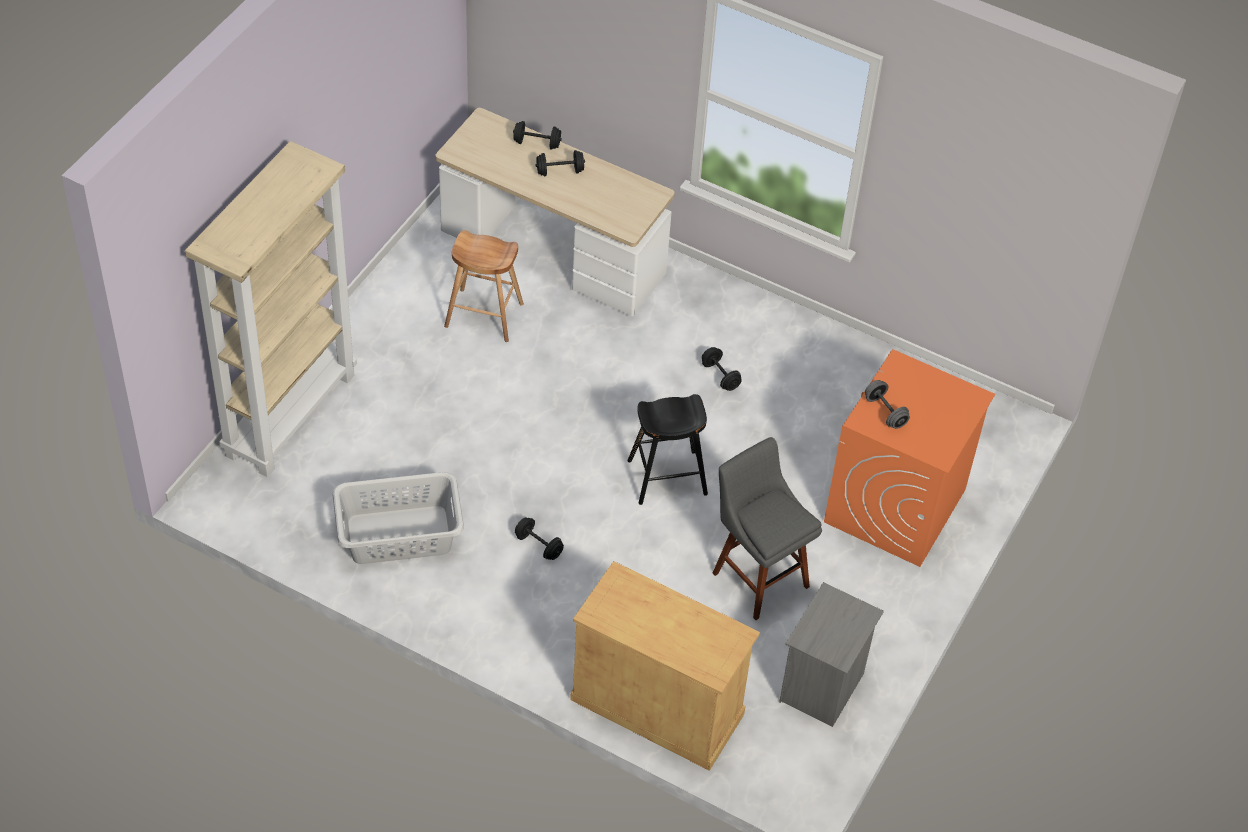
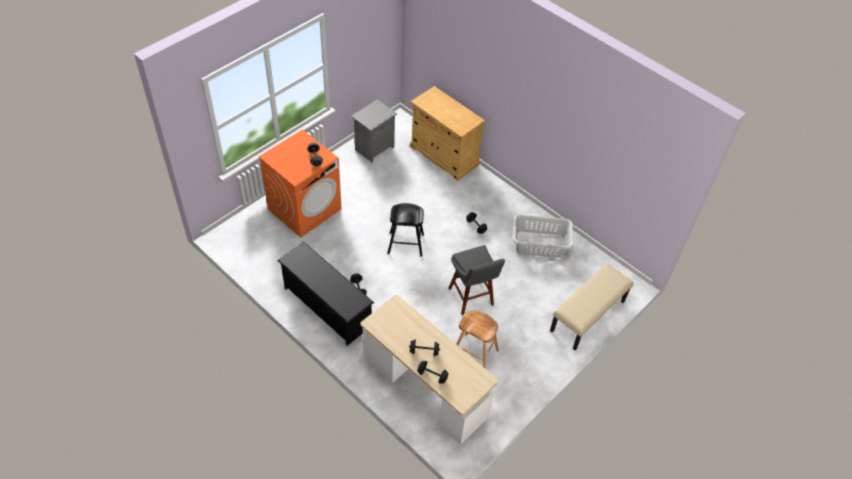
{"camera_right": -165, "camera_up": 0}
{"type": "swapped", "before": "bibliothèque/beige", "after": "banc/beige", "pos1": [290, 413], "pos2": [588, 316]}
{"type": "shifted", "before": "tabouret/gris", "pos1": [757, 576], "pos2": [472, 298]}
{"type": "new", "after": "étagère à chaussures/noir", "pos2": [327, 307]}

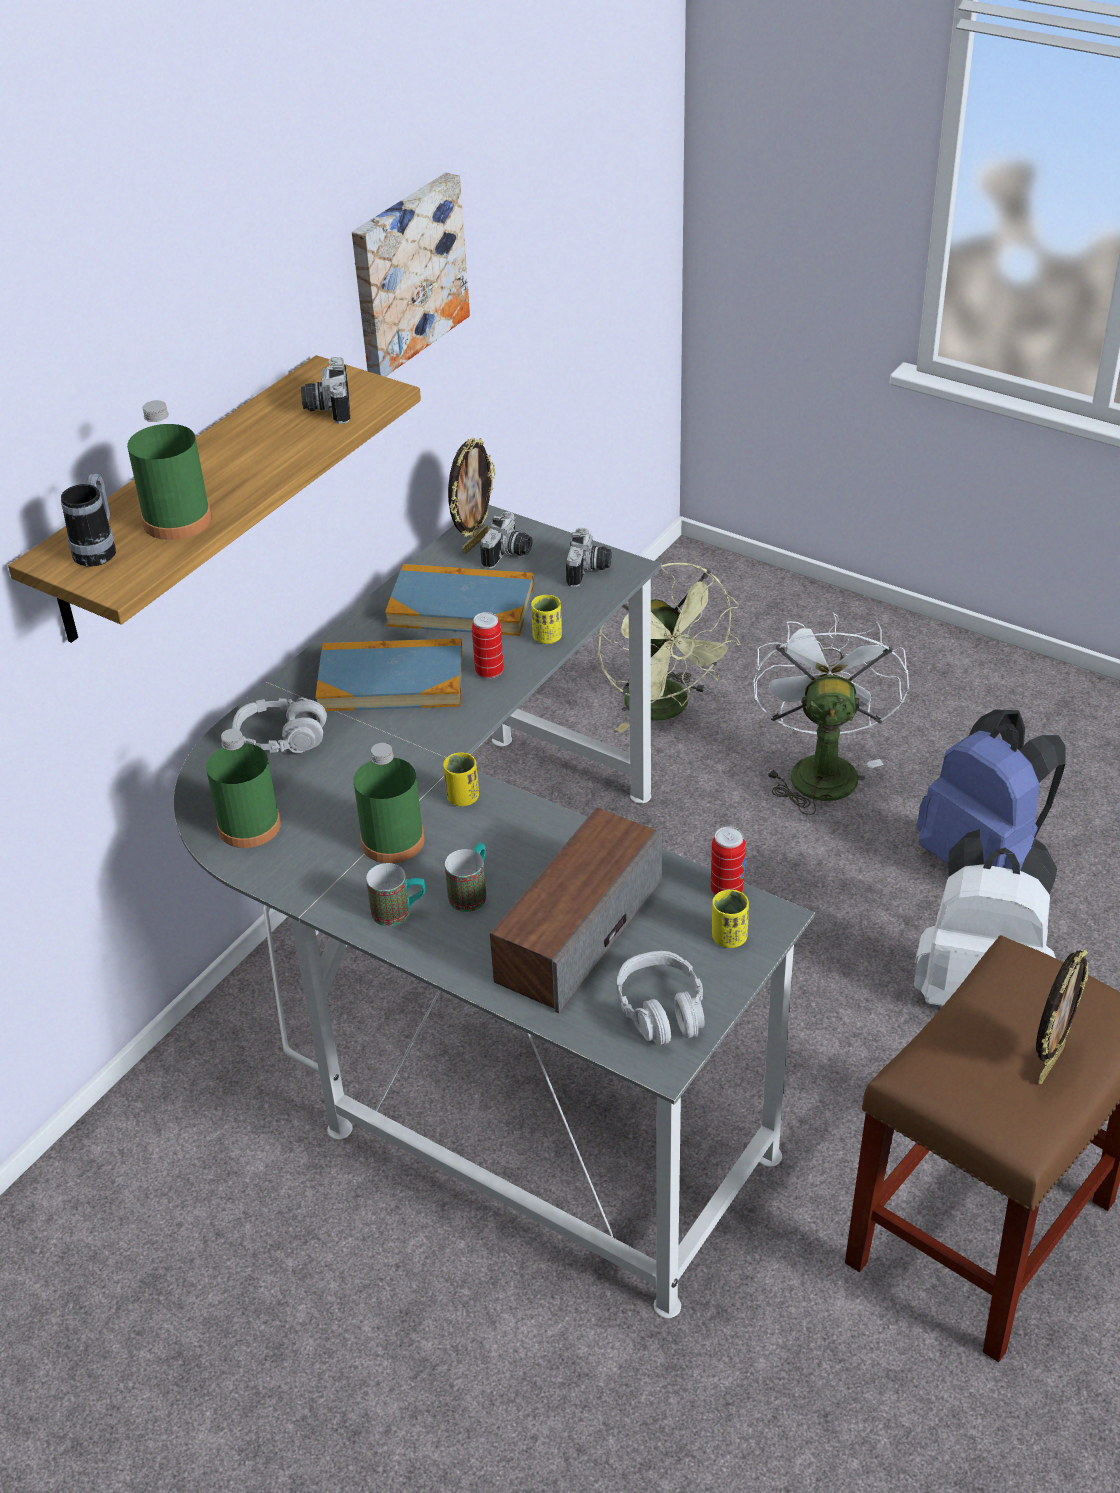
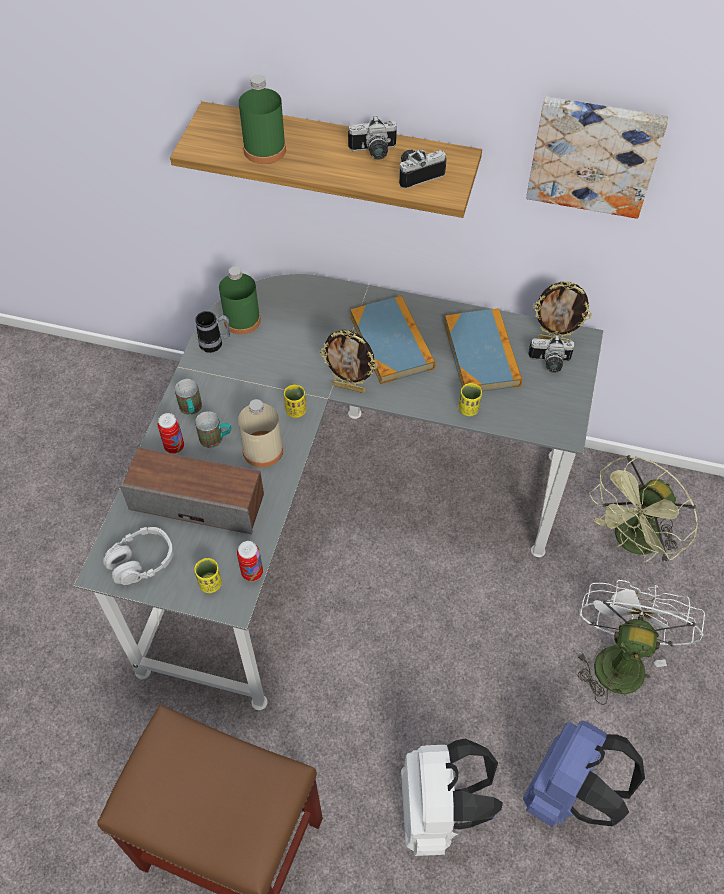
{"camera_right": 70, "camera_up": 15}
{"type": "shifted", "before": "mug", "pos1": [99, 550], "pos2": [215, 344]}
{"type": "shifted", "before": "appareil photo", "pos1": [590, 570], "pos2": [373, 152]}
{"type": "shifted", "before": "boîte métallique", "pos1": [489, 672], "pos2": [174, 447]}
{"type": "rotated", "before": "ventilateur/blanc", "pos1": [820, 768], "pos2": [618, 657], "turn": -60}
{"type": "gone", "before": "casque audio/gris", "pos1": [281, 738]}
{"type": "gone", "before": "bouteille/vert", "pos1": [392, 841]}
{"type": "shifted", "before": "cadre photo", "pos1": [1049, 1063], "pos2": [349, 387]}
{"type": "new", "after": "bouteille/beige", "pos2": [263, 450]}

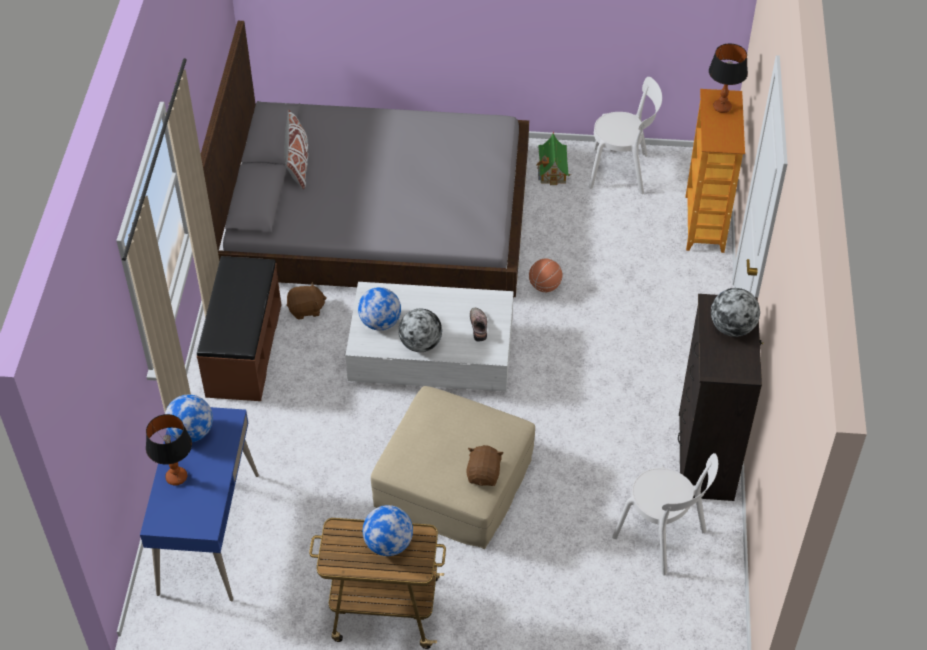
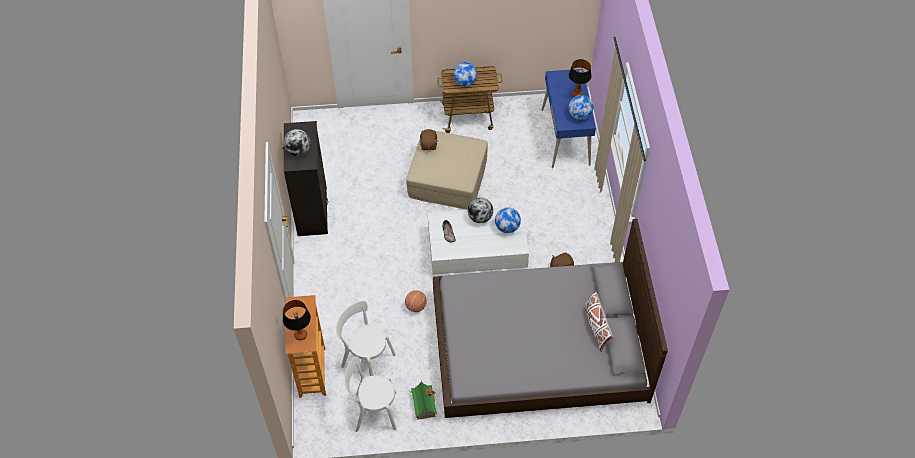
{"camera_right": 170, "camera_up": 5}
{"type": "gone", "before": "banc/marron", "pos1": [243, 350]}
{"type": "shifted", "before": "chaise/blanc", "pos1": [662, 537], "pos2": [366, 359]}

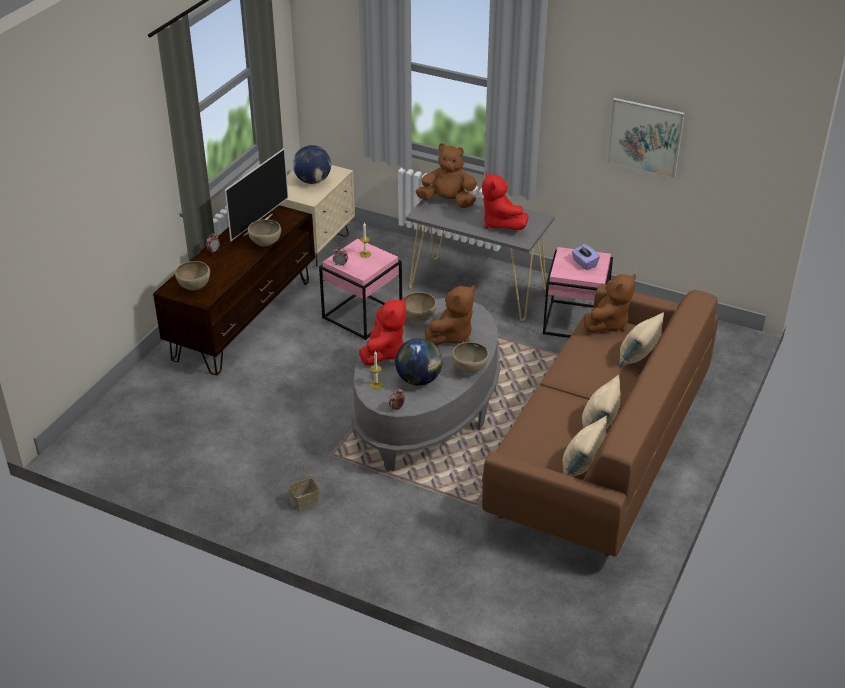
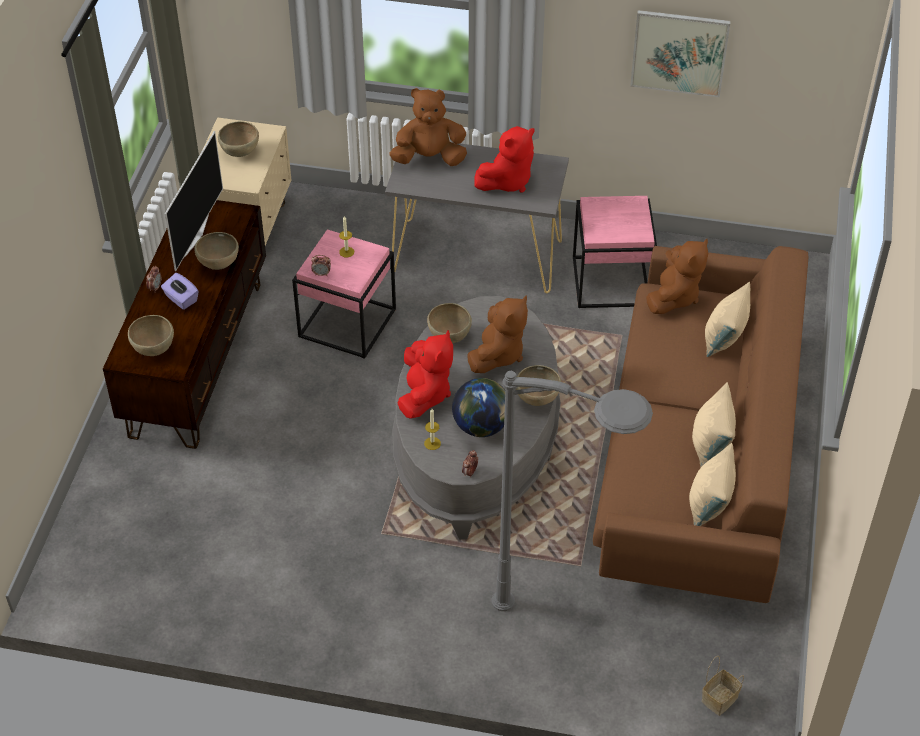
{"camera_right": -15, "camera_up": 10}
{"type": "swapped", "before": "globe", "after": "bol/marron", "pos1": [313, 181], "pos2": [240, 152]}
{"type": "rotated", "before": "peluche/rouge", "pos1": [500, 224], "pos2": [507, 181], "turn": -90}
{"type": "shifted", "before": "boîte à mouchoirs/violet", "pos1": [584, 263], "pos2": [181, 299]}
{"type": "shifted", "before": "panier", "pos1": [304, 502], "pos2": [719, 700]}
{"type": "new", "after": "lampadaire/gris", "pos2": [570, 630]}

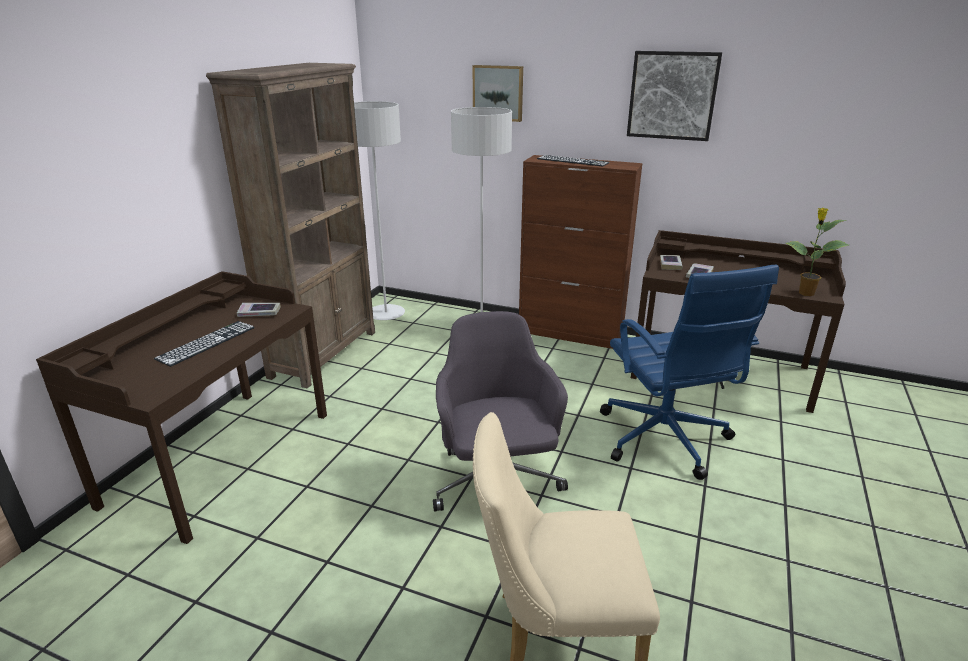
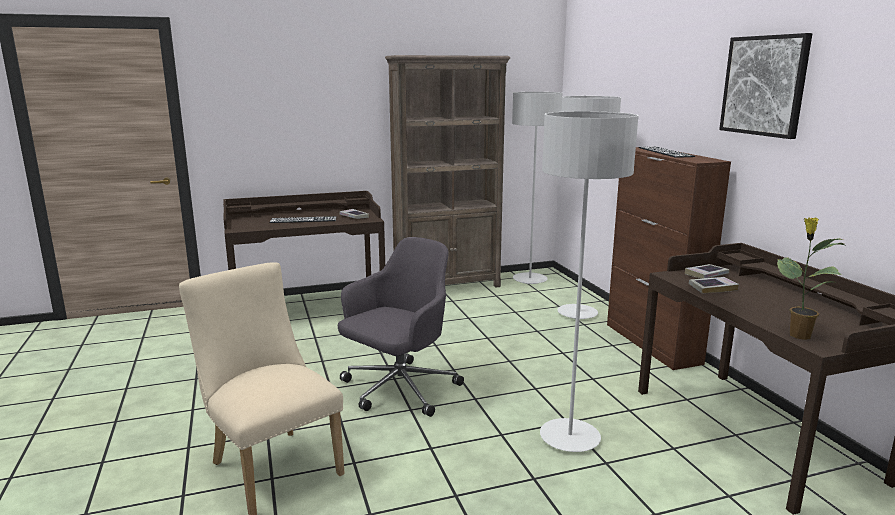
{"camera_right": 50, "camera_up": -10}
{"type": "gone", "before": "tableau", "pos1": [498, 93]}
{"type": "swapped", "before": "chaise de bureau/bleu", "after": "lampadaire/gris", "pos1": [664, 440], "pos2": [569, 438]}

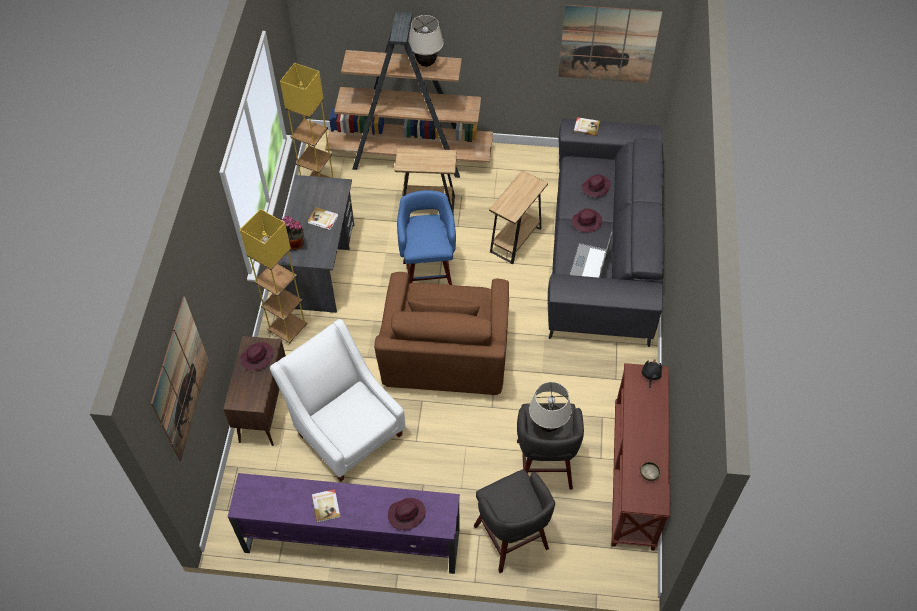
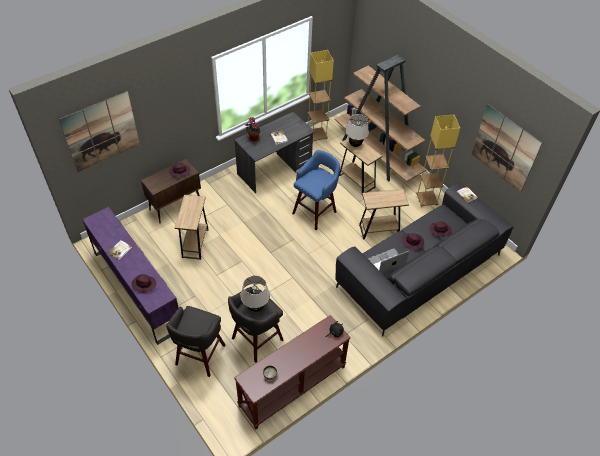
{"camera_right": 45, "camera_up": -5}
{"type": "shifted", "before": "lampe de table/beige", "pos1": [426, 63], "pos2": [355, 144]}
{"type": "shifted", "before": "lampadaire/jaune", "pos1": [288, 329], "pos2": [426, 200]}
{"type": "gone", "before": "fauteuil/marron", "pos1": [445, 355]}
{"type": "swapped", "before": "fauteuil/blanc", "after": "table d'appoint/marron", "pos1": [346, 429], "pos2": [195, 243]}

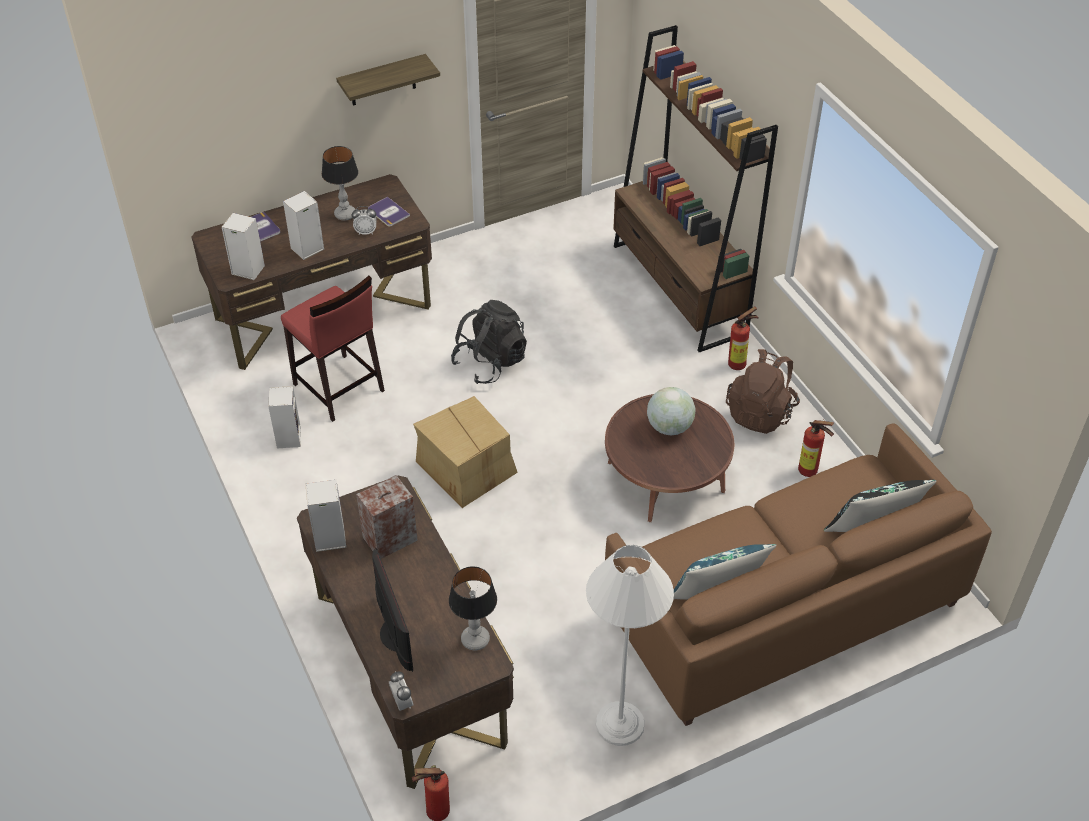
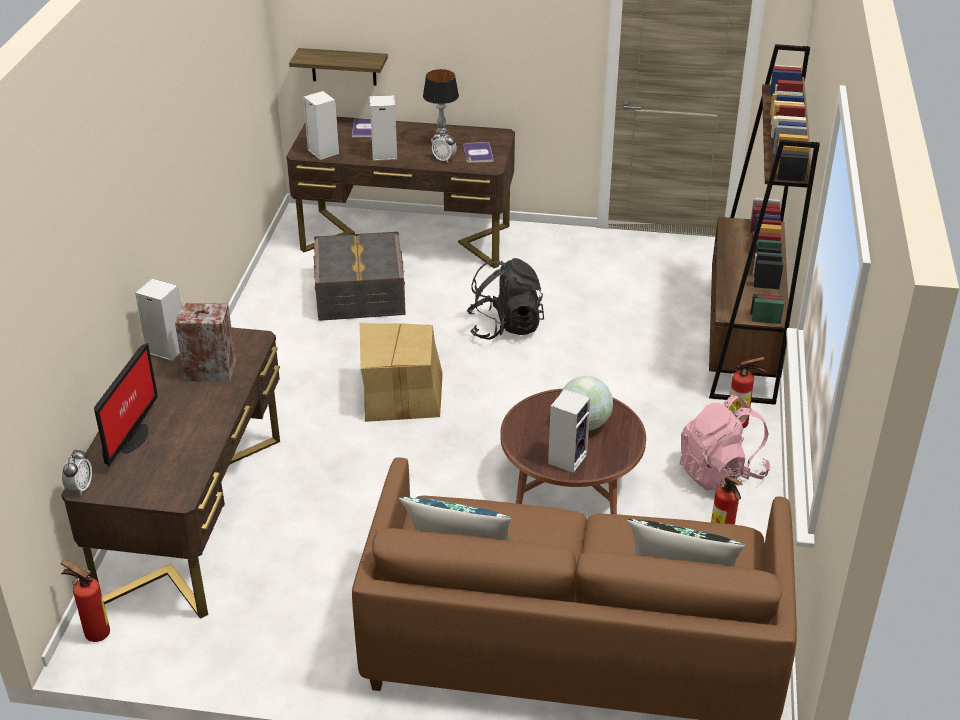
{"camera_right": 35, "camera_up": -10}
{"type": "shifted", "before": "étagère", "pos1": [382, 80], "pos2": [343, 66]}
{"type": "swapped", "before": "tabouret/rouge", "after": "boîte de rangement/gris", "pos1": [338, 388], "pos2": [360, 294]}
{"type": "repainted", "before": "sac à dos/marron", "after": "sac à dos/rose", "pos1": [760, 413], "pos2": [721, 472]}
{"type": "shifted", "before": "enceinte", "pos1": [288, 437], "pos2": [567, 458]}
{"type": "gone", "before": "lampadaire/blanc", "pos1": [620, 724]}
{"type": "gone", "before": "lampe de table", "pos1": [476, 639]}

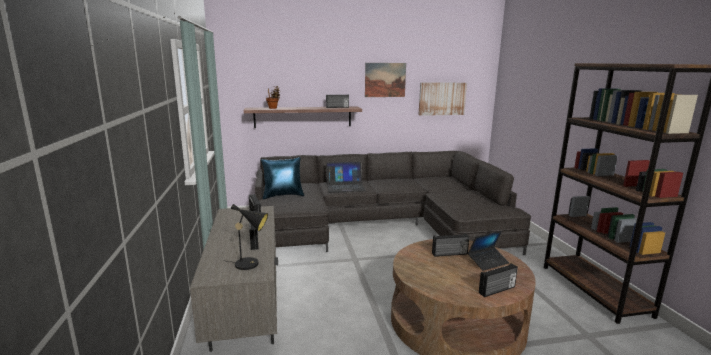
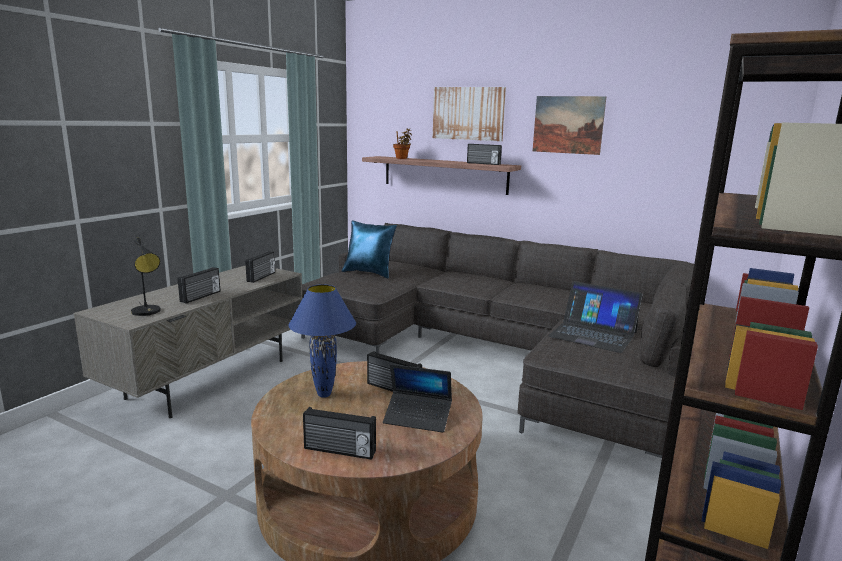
{"camera_right": 40, "camera_up": 0}
{"type": "shifted", "before": "tableau", "pos1": [442, 98], "pos2": [468, 113]}
{"type": "shifted", "before": "ordinateur portable", "pos1": [345, 186], "pos2": [593, 334]}
{"type": "new", "after": "lampe de table/bleu", "pos2": [324, 394]}

